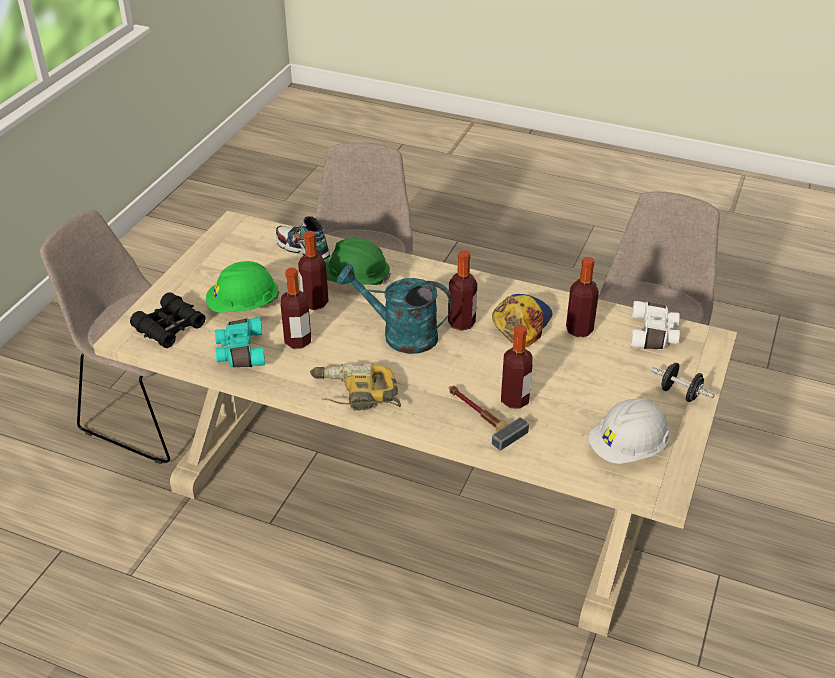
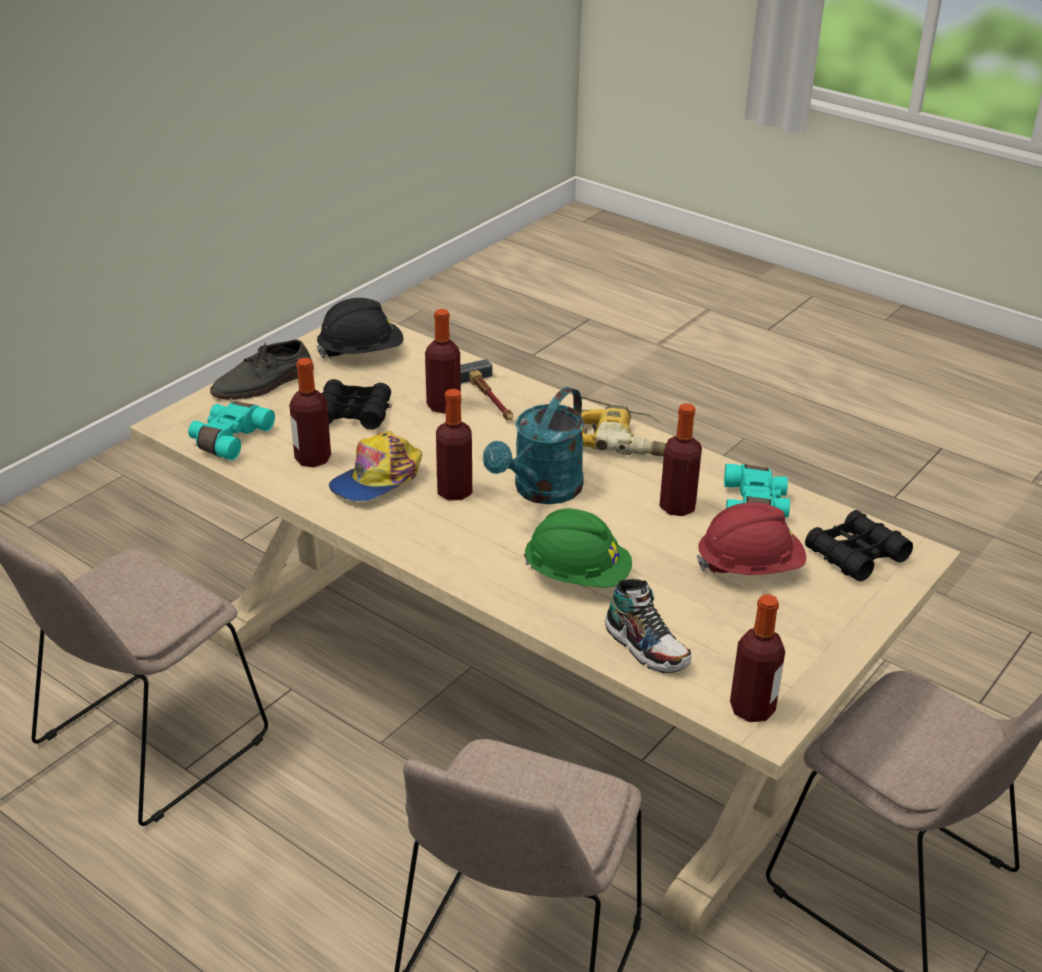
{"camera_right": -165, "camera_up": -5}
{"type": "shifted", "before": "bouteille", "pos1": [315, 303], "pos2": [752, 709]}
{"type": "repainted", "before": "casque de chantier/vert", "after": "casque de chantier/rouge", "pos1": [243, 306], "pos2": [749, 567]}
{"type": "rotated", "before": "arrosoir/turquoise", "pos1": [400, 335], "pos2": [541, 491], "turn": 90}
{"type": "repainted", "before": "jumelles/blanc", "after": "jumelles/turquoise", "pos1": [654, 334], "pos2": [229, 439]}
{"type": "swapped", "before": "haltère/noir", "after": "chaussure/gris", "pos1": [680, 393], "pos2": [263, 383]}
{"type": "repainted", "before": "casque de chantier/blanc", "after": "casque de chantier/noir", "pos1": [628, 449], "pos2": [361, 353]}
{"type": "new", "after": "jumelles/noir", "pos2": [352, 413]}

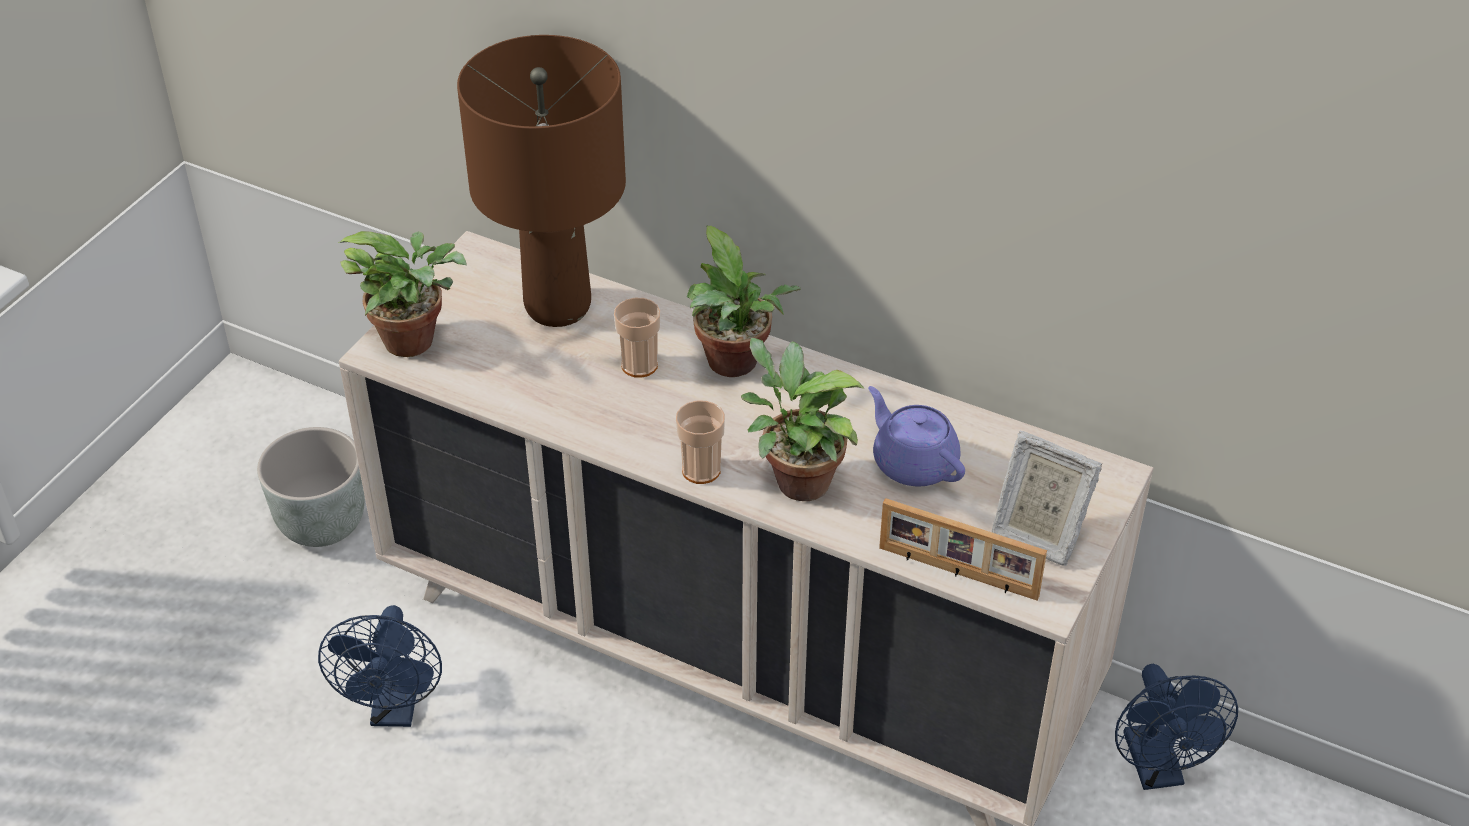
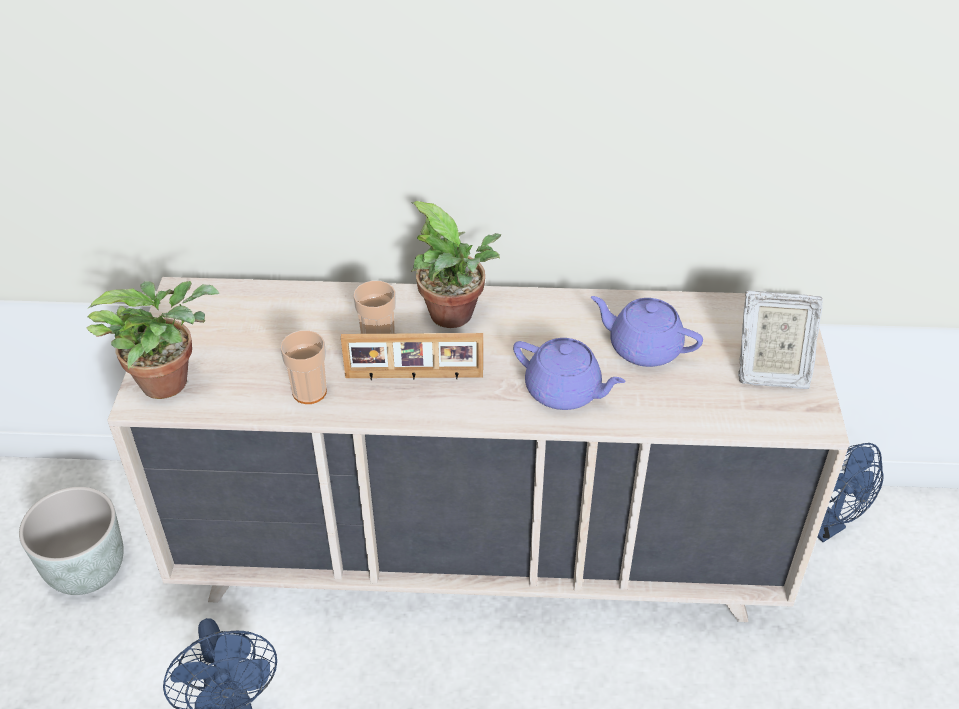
{"camera_right": -25, "camera_up": 0}
{"type": "gone", "before": "lampe de table/marron", "pos1": [559, 307]}
{"type": "swapped", "before": "plante en pot", "after": "théière/violet", "pos1": [796, 480], "pos2": [564, 391]}
{"type": "shifted", "before": "tasse", "pos1": [701, 470], "pos2": [309, 392]}
{"type": "shifted", "before": "cadre photo", "pos1": [957, 573], "pos2": [414, 377]}

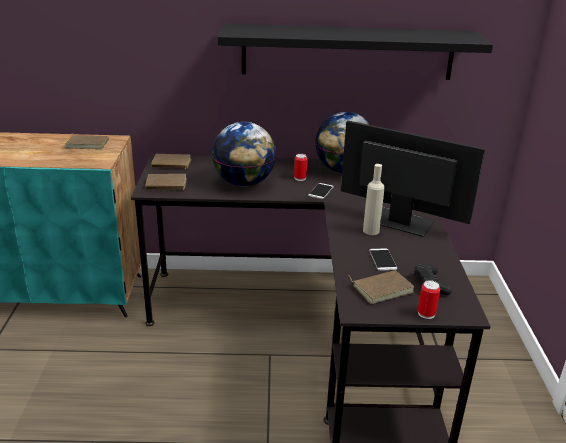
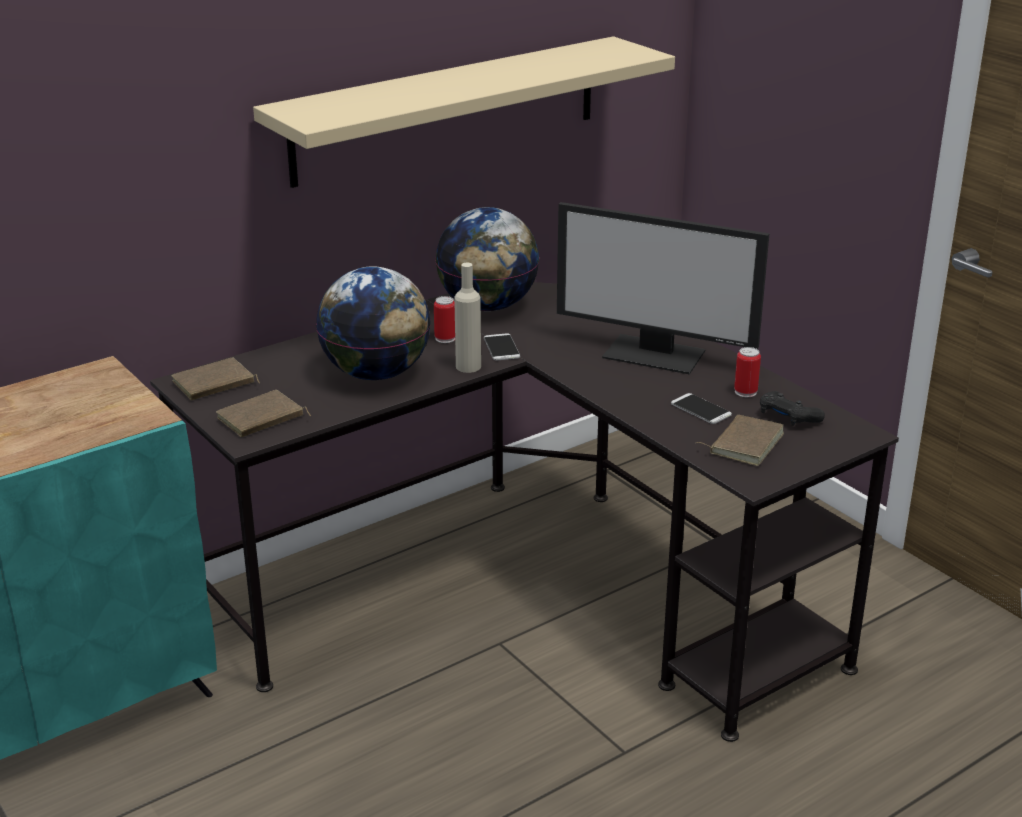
{"camera_right": -35, "camera_up": 0}
{"type": "repainted", "before": "étagère/noir", "after": "étagère/beige", "pos1": [347, 52], "pos2": [448, 110]}
{"type": "rotated", "before": "écran d'ordinateur", "pos1": [399, 222], "pos2": [655, 353], "turn": -150}
{"type": "gone", "before": "livre/marron", "pos1": [88, 144]}
{"type": "shifted", "before": "bouteille/beige", "pos1": [371, 231], "pos2": [468, 366]}
{"type": "shifted", "before": "boîte métallique", "pos1": [426, 313], "pos2": [745, 392]}

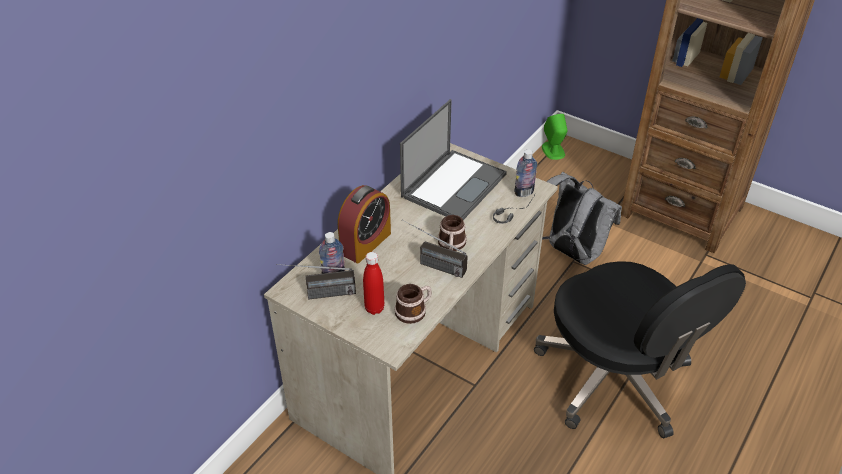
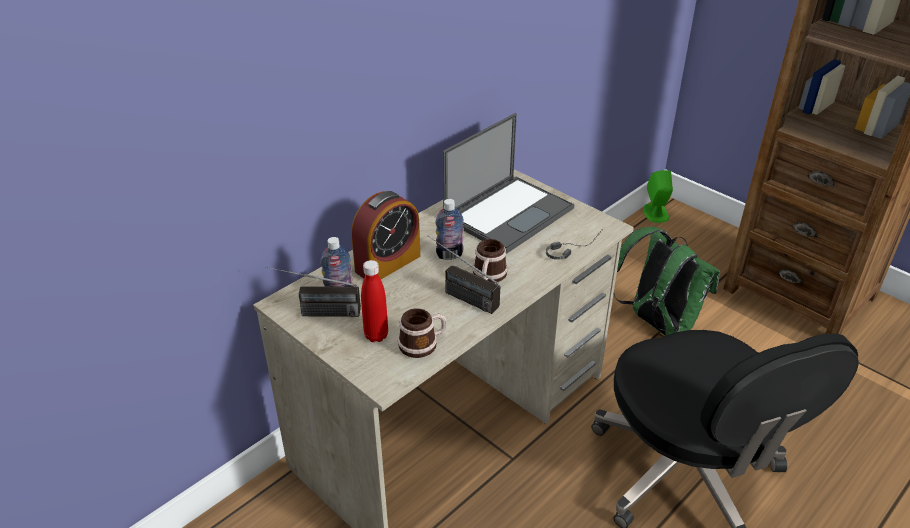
{"camera_right": 10, "camera_up": -5}
{"type": "shifted", "before": "bouteille", "pos1": [524, 192], "pos2": [449, 255]}
{"type": "repainted", "before": "sac à dos/gris", "after": "sac à dos/vert", "pos1": [570, 252], "pos2": [657, 323]}

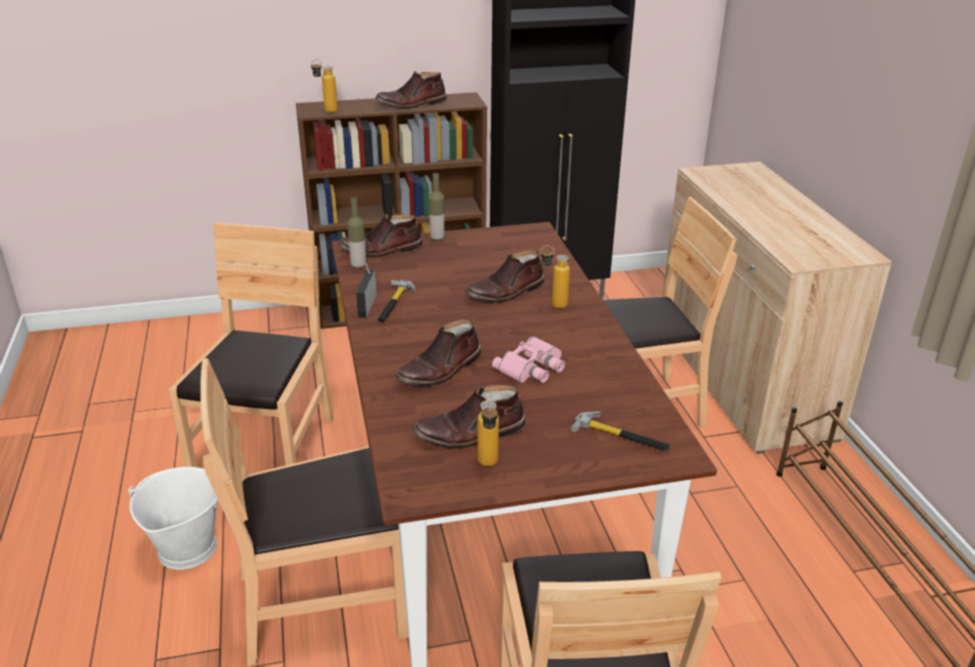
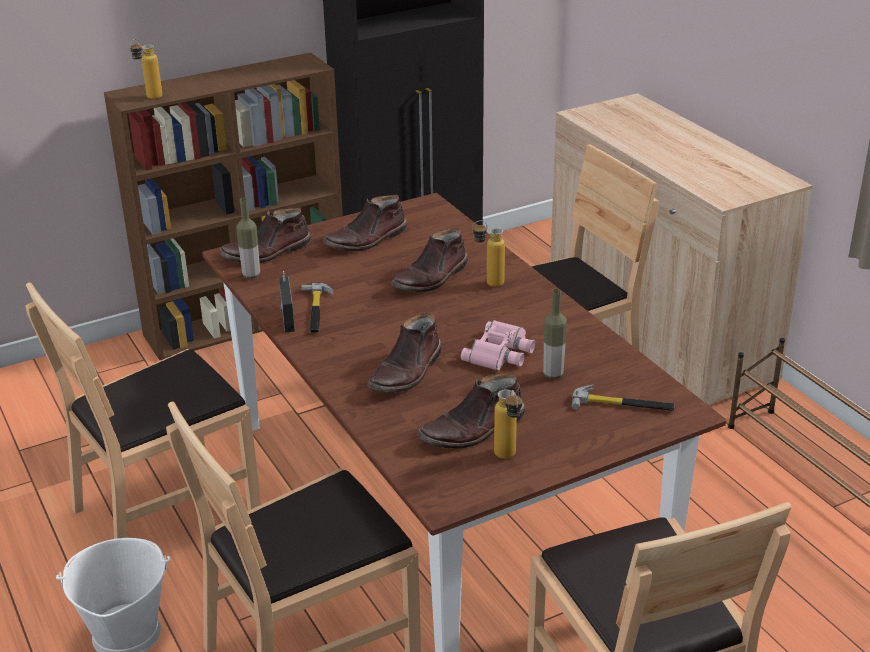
{"camera_right": -15, "camera_up": 0}
{"type": "shifted", "before": "botte/marron", "pos1": [411, 104], "pos2": [367, 240]}
{"type": "shifted", "before": "bouteille", "pos1": [437, 238], "pos2": [553, 374]}
{"type": "rotated", "before": "chaise/marron", "pos1": [267, 450], "pos2": [166, 510], "turn": -120}

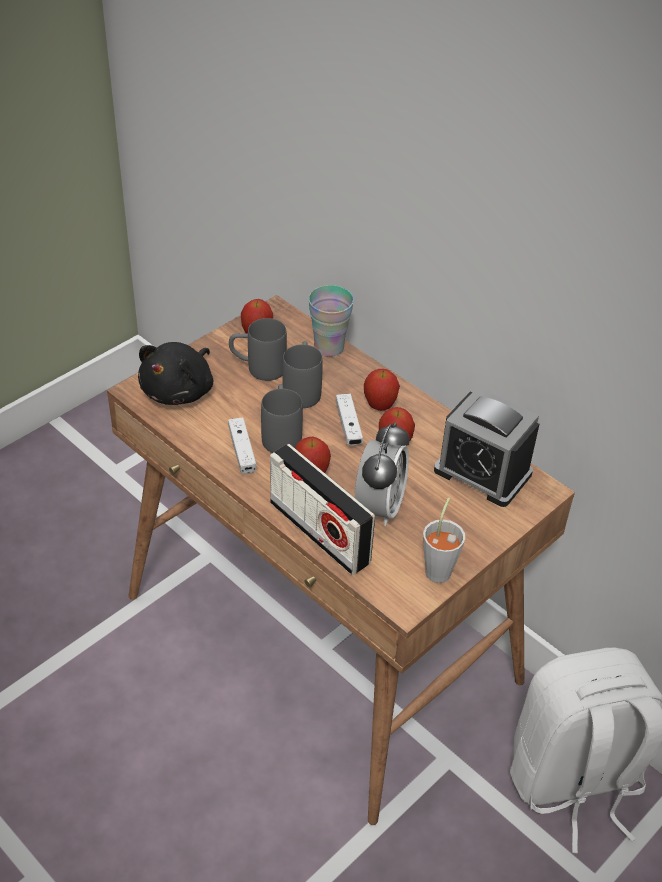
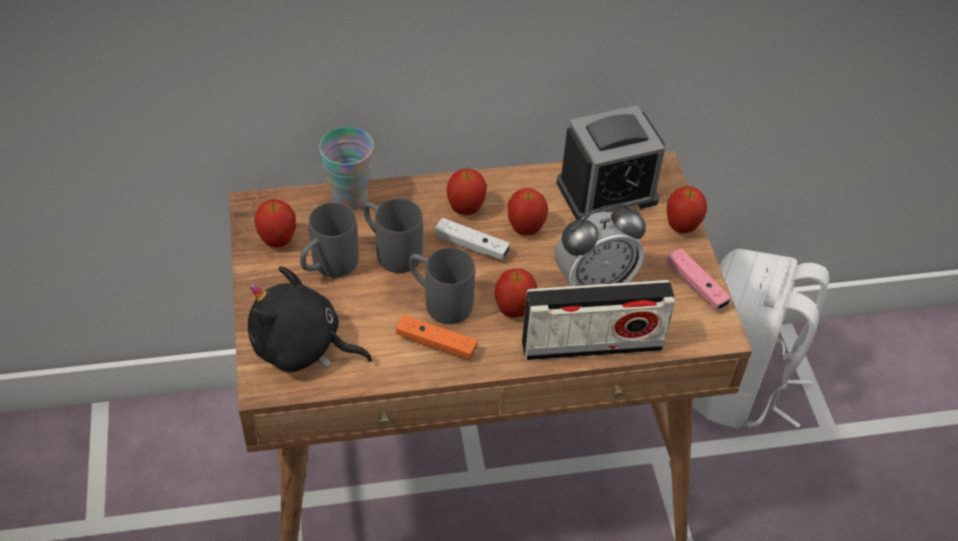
{"camera_right": -55, "camera_up": 5}
{"type": "rotated", "before": "peluche/noir", "pos1": [180, 391], "pos2": [302, 347], "turn": 135}
{"type": "repainted", "before": "manette/blanc", "after": "manette/orange", "pos1": [242, 451], "pos2": [436, 344]}
{"type": "rotated", "before": "réveil", "pos1": [379, 507], "pos2": [594, 284], "turn": 105}
{"type": "swapped", "before": "tasse/gris", "after": "manette/rose", "pos1": [440, 568], "pos2": [696, 286]}
{"type": "new", "after": "pomme", "pos2": [681, 227]}

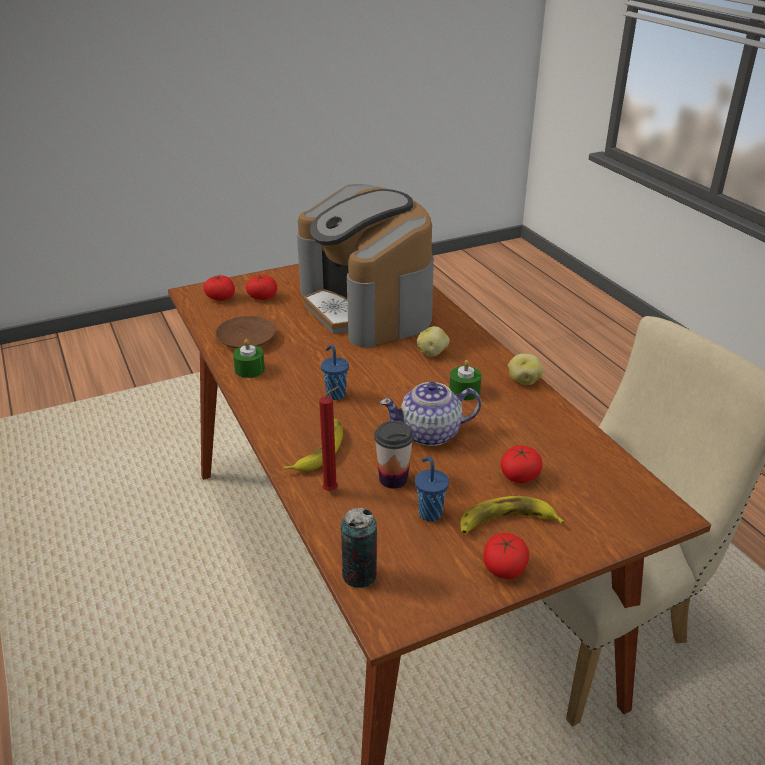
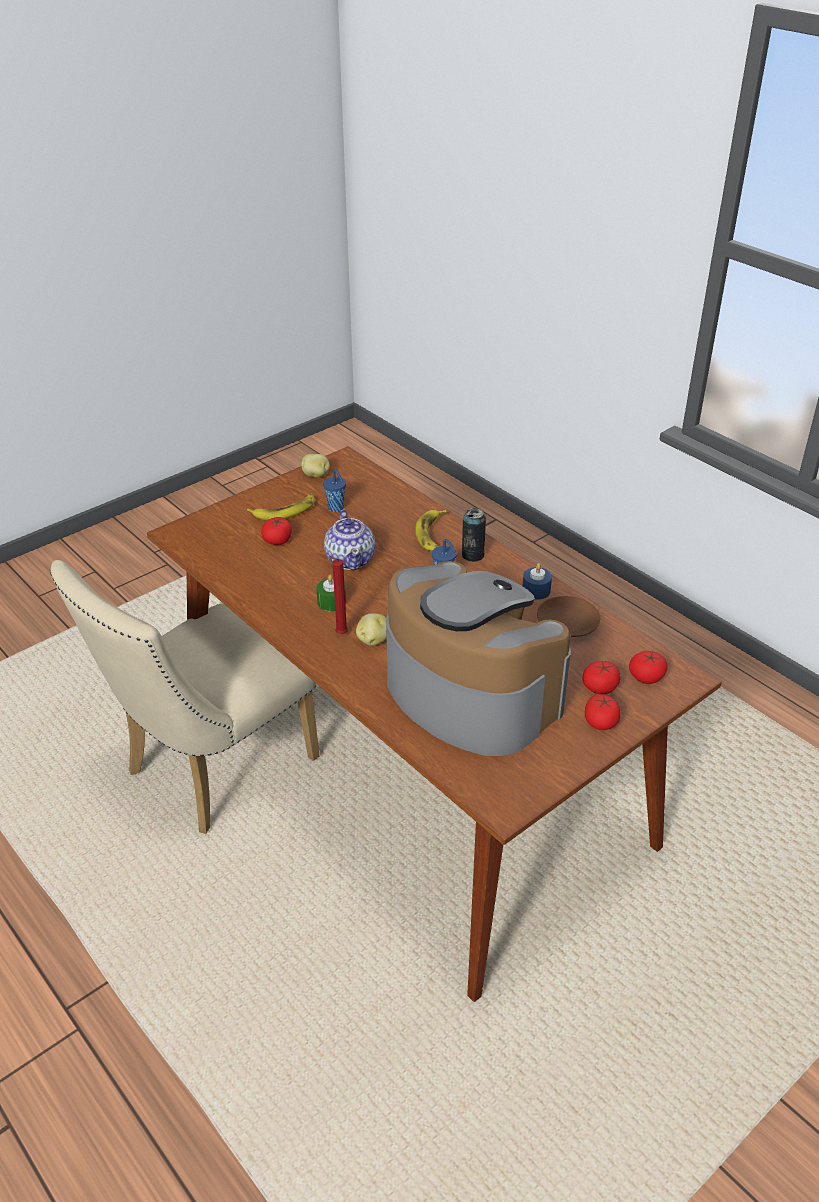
{"camera_right": 165, "camera_up": 5}
{"type": "repainted", "before": "bougie/vert", "after": "bougie/bleu", "pos1": [250, 369], "pos2": [536, 590]}
{"type": "shifted", "before": "pomme de terre", "pos1": [523, 380], "pos2": [316, 475]}
{"type": "rotated", "before": "théière", "pos1": [431, 433], "pos2": [350, 559], "turn": 105}
{"type": "shifted", "before": "bougie/rouge", "pos1": [333, 490], "pos2": [339, 634]}
{"type": "gone", "before": "tasse", "pos1": [393, 479]}
{"type": "shifted", "before": "boîte métallique", "pos1": [359, 575], "pos2": [473, 555]}
{"type": "shifted", "before": "tomate", "pos1": [504, 568], "pos2": [601, 722]}

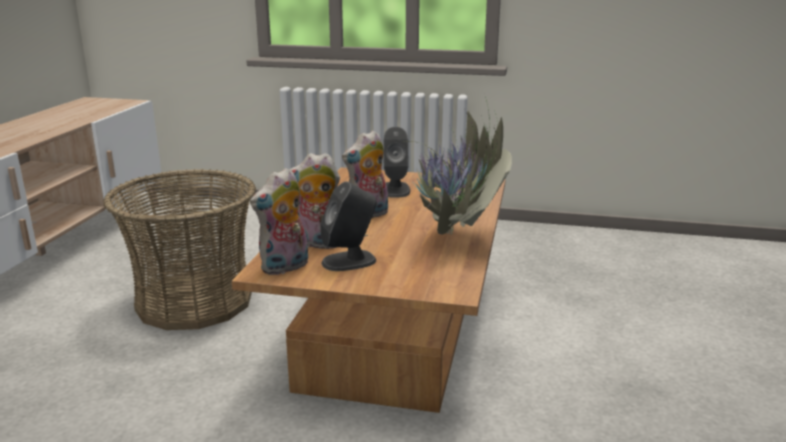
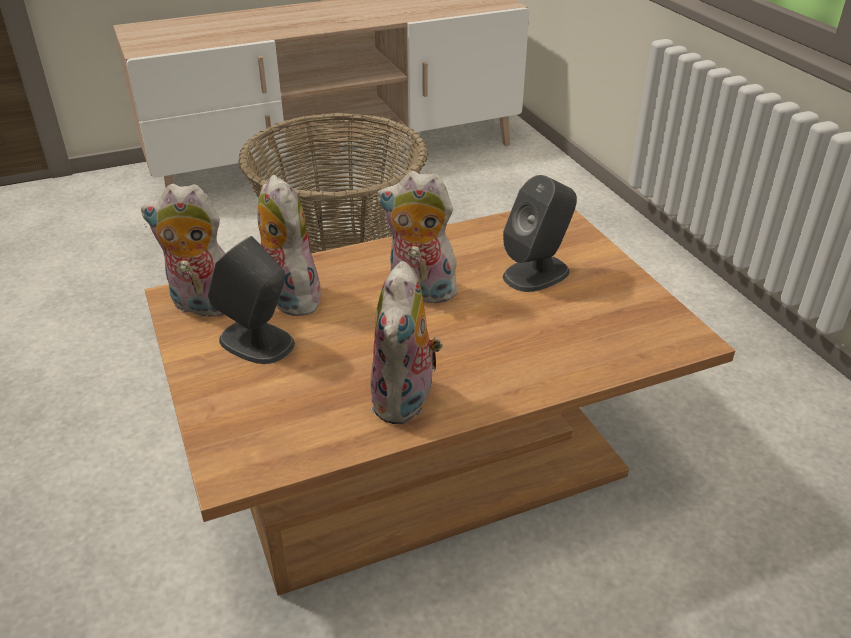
{"camera_right": 55, "camera_up": 15}
{"type": "swapped", "before": "plante en pot", "after": "peluche", "pos1": [455, 241], "pos2": [406, 402]}

